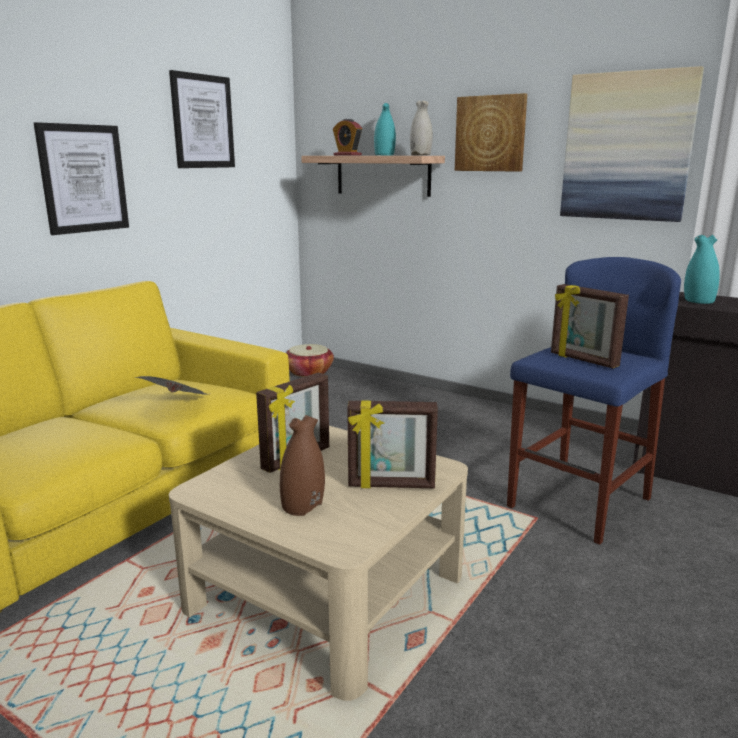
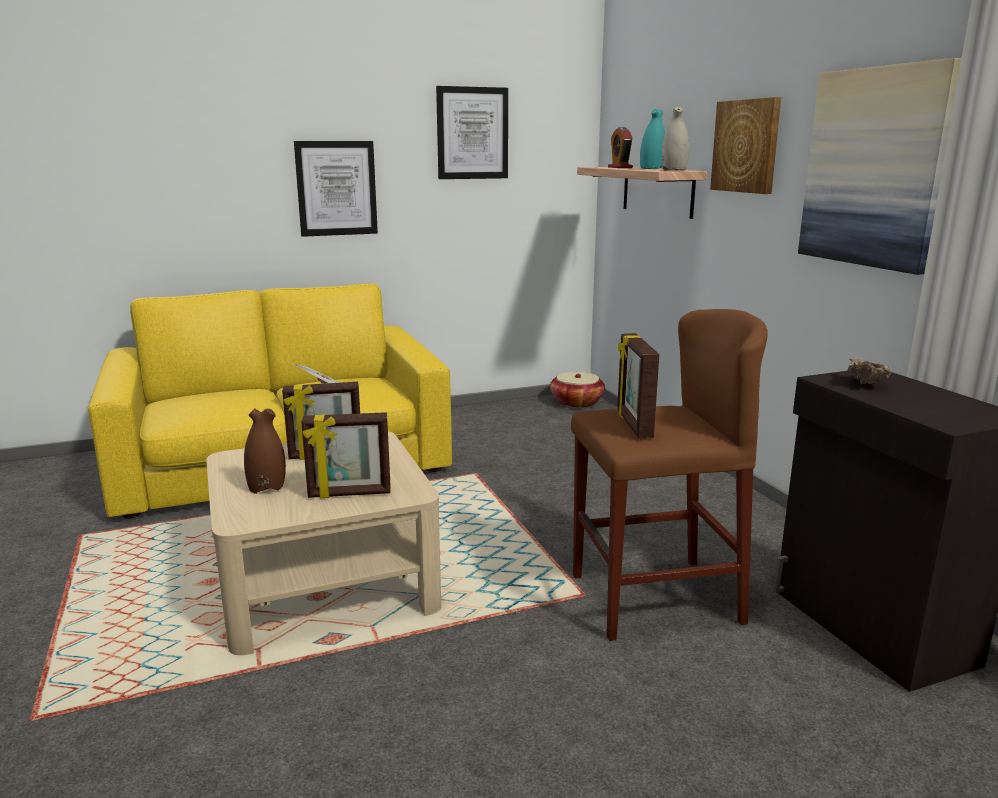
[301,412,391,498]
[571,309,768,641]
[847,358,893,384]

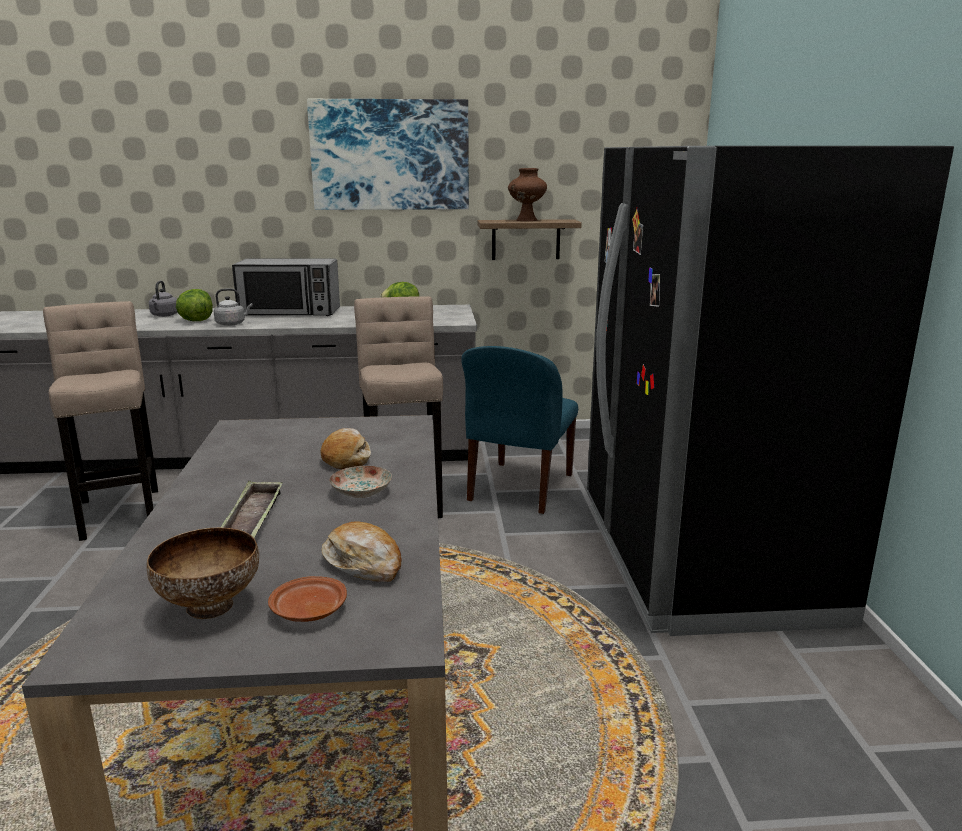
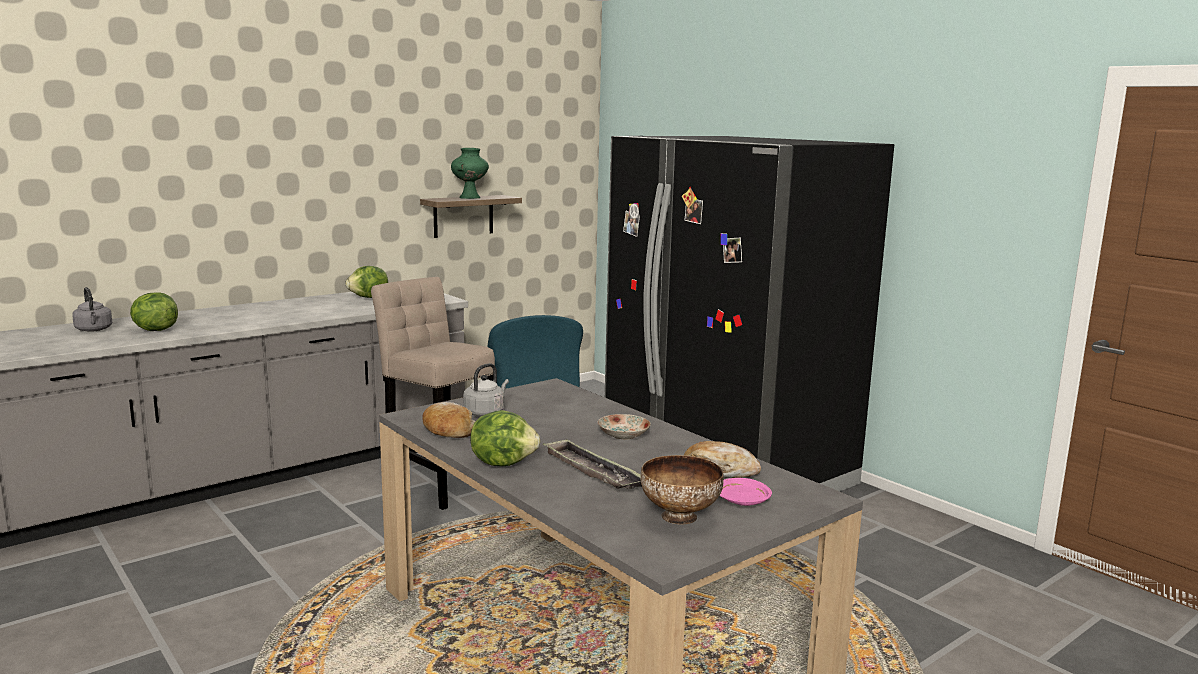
[43,301,158,541] (first image)
[463,363,509,416]
[232,258,340,316] (first image)
[719,478,772,506]
[307,99,469,210] (first image)
[422,402,475,438]
[451,148,489,199]
[470,410,540,466]

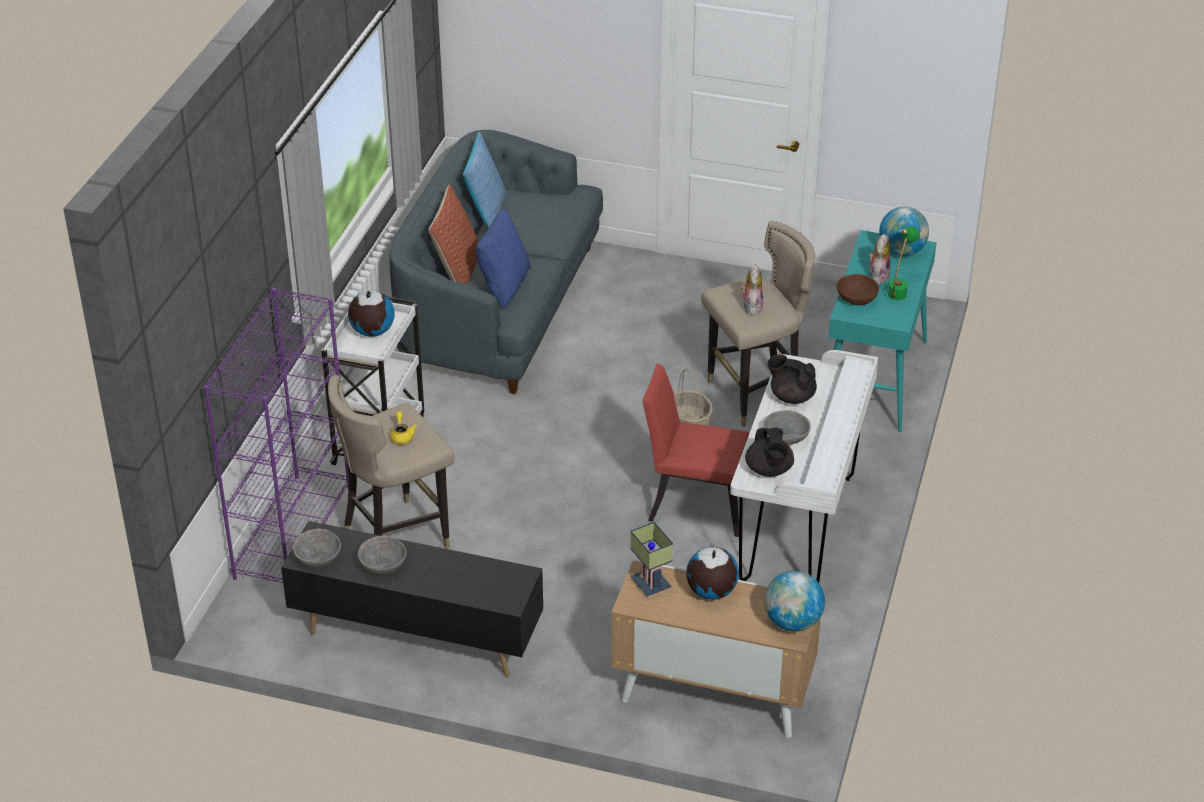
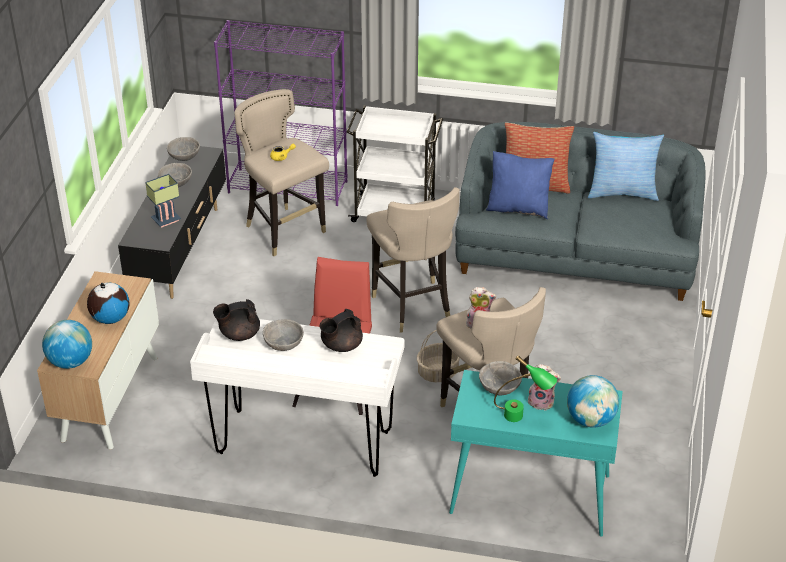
[348,290,395,337] (first image)
[145,174,181,228]
[320,309,363,352]
[479,361,522,395]
[366,187,460,333]

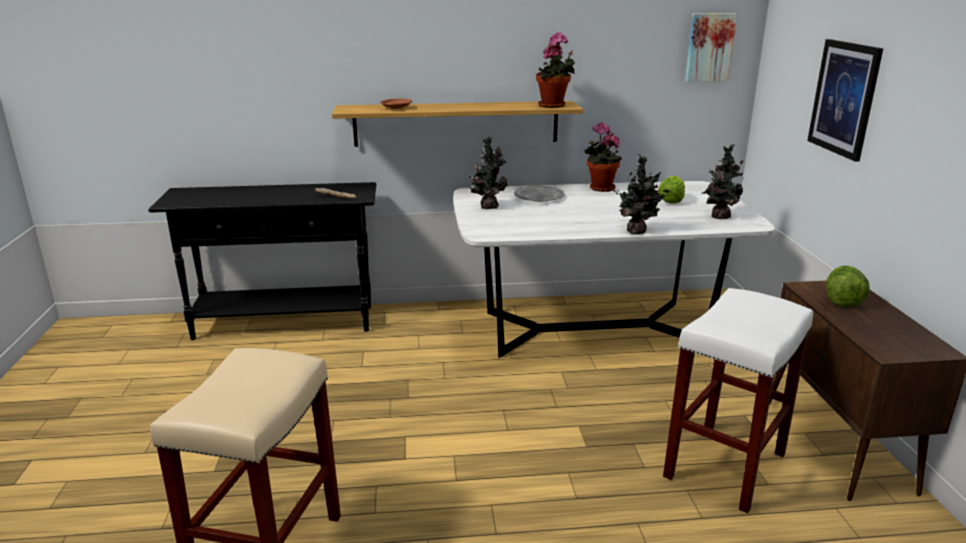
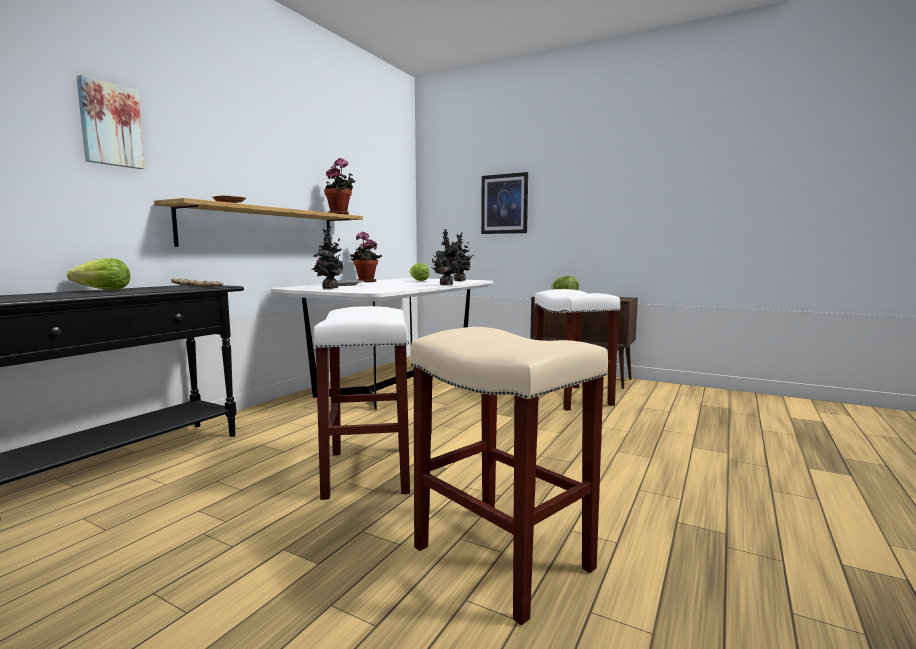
[76,75,145,169]
[67,258,130,290]
[313,306,410,500]

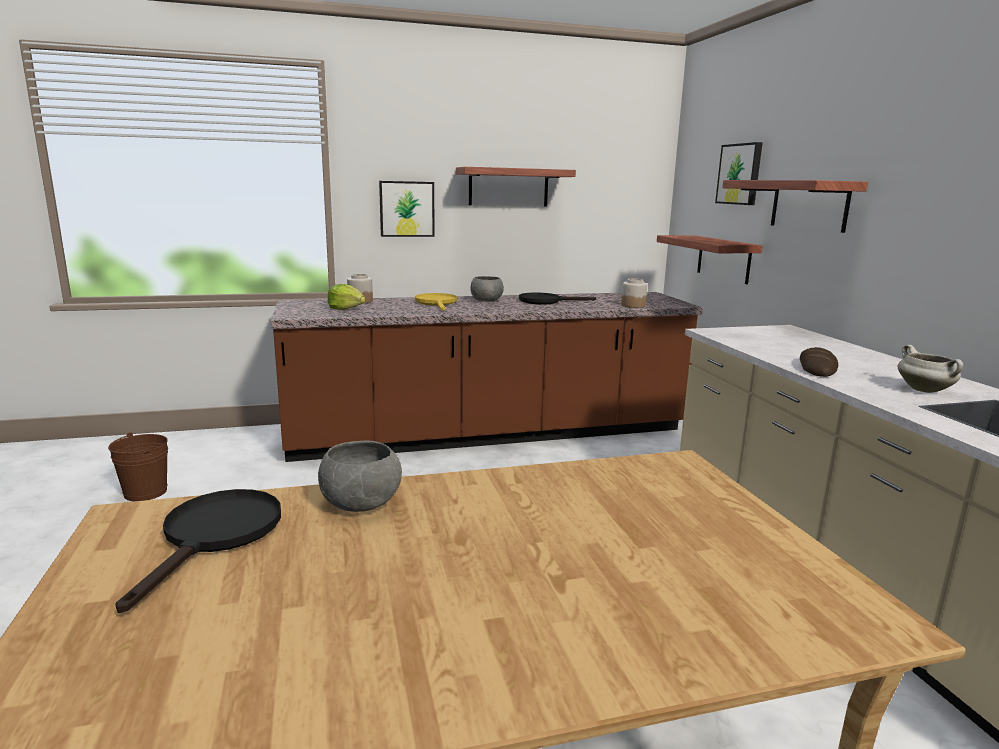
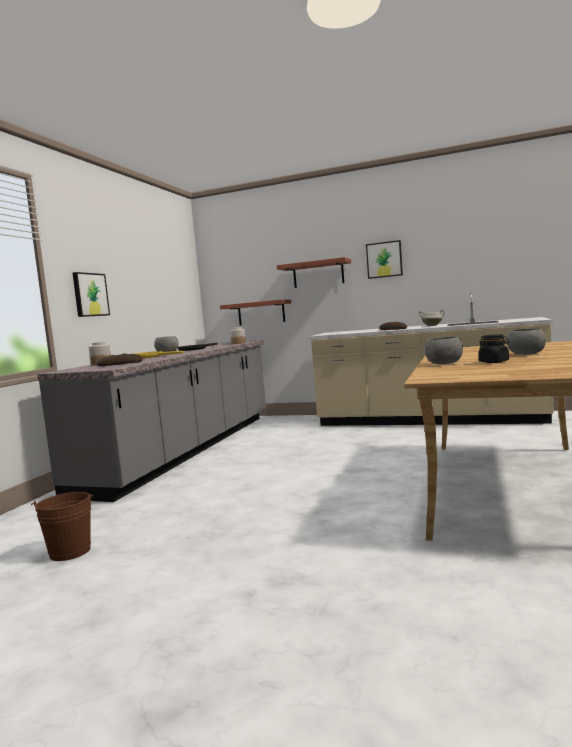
[115,489,281,613] (first image)
[37,340,266,502]
[97,354,143,366]
[456,167,576,206] (first image)
[366,240,403,279]
[479,334,509,363]
[506,328,546,355]

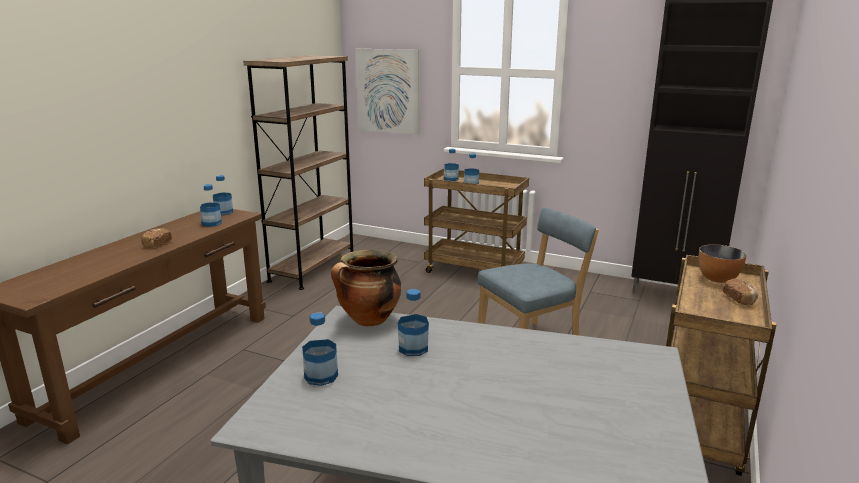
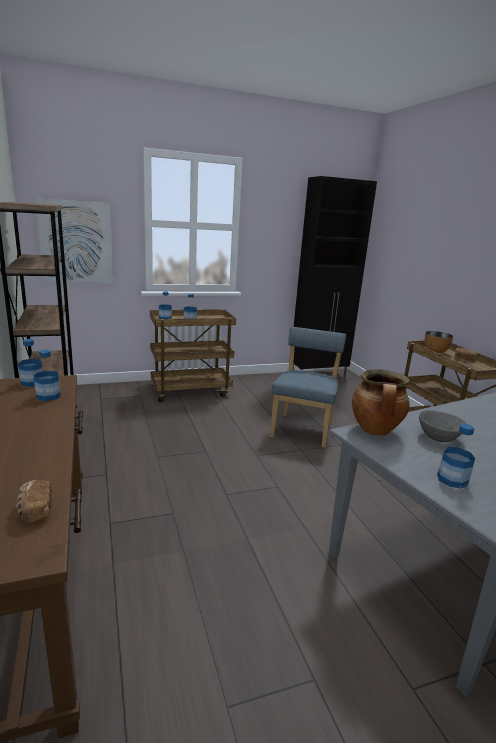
[16,480,51,523]
[419,410,467,442]

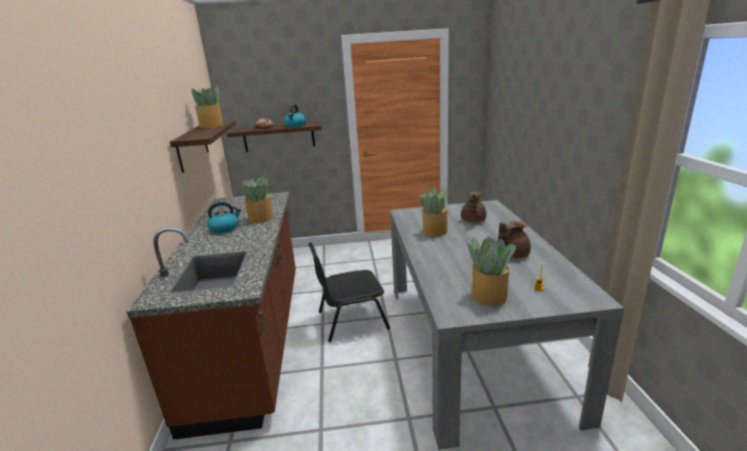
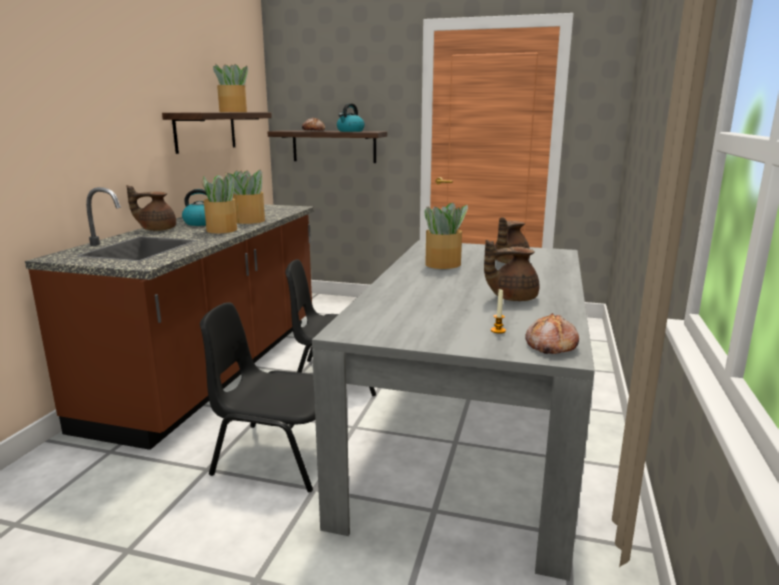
[202,174,237,233]
[127,185,176,231]
[200,302,315,492]
[525,313,579,354]

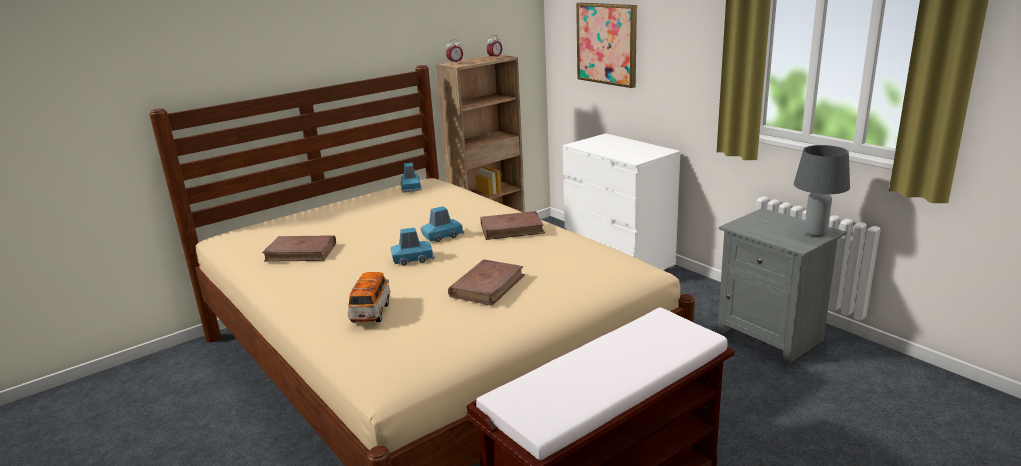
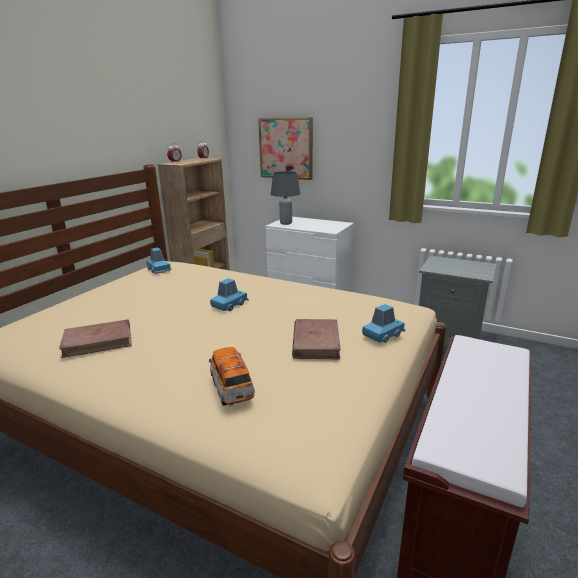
[362,304,405,343]
[480,211,545,240] (first image)
[271,171,300,225]

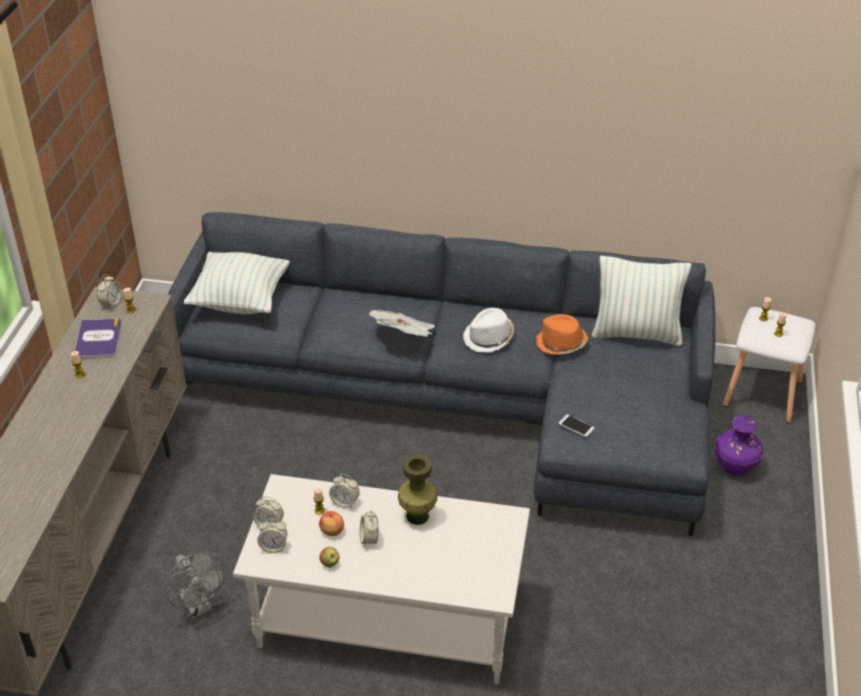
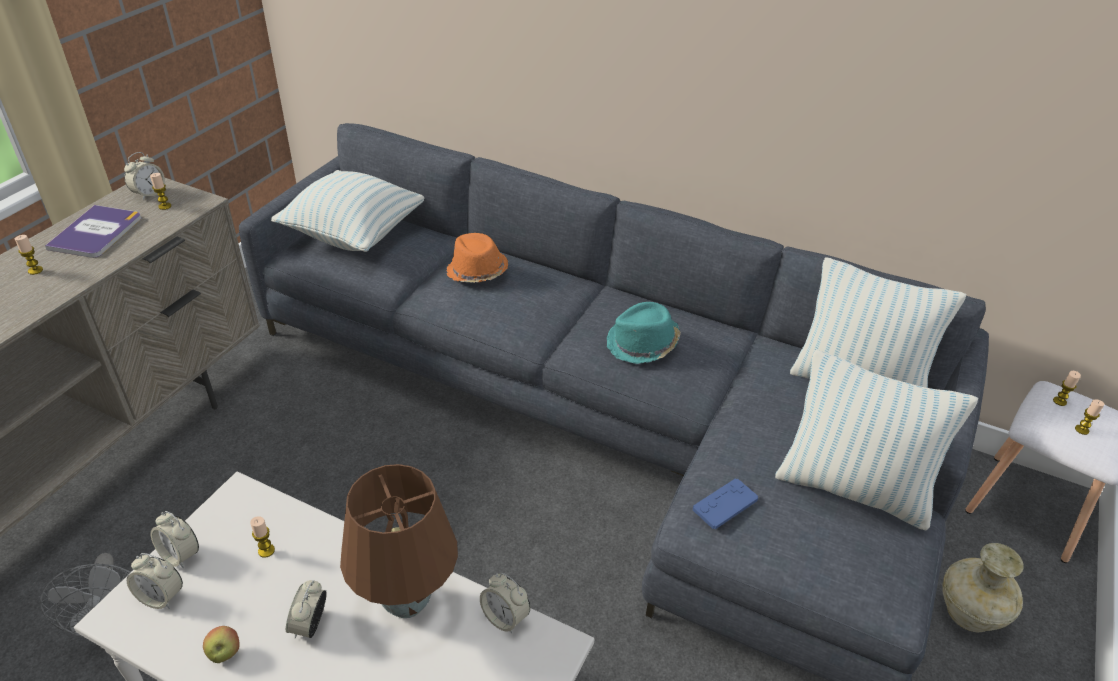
[319,511,344,536] (first image)
[480,573,530,633]
[369,310,435,337] (first image)
[340,464,458,618]
[607,302,681,364]
[447,233,508,283]
[693,478,758,529]
[942,543,1024,632]
[775,350,978,530]

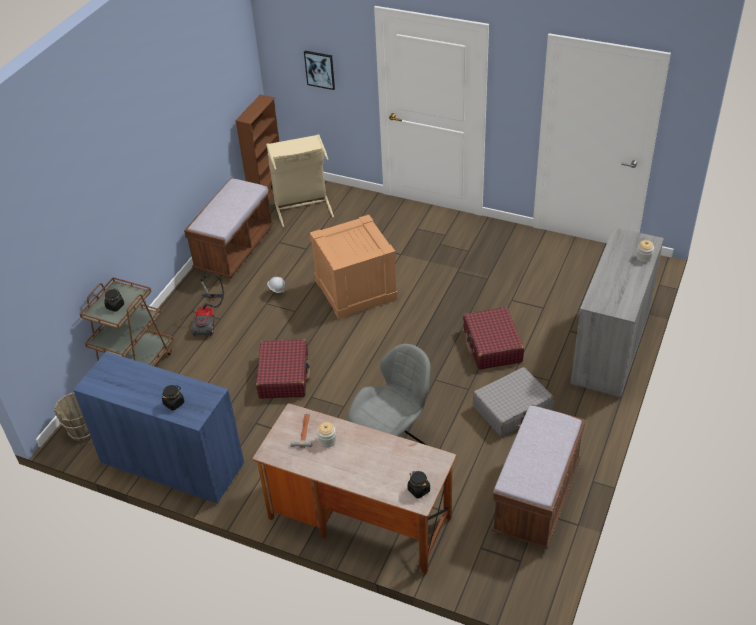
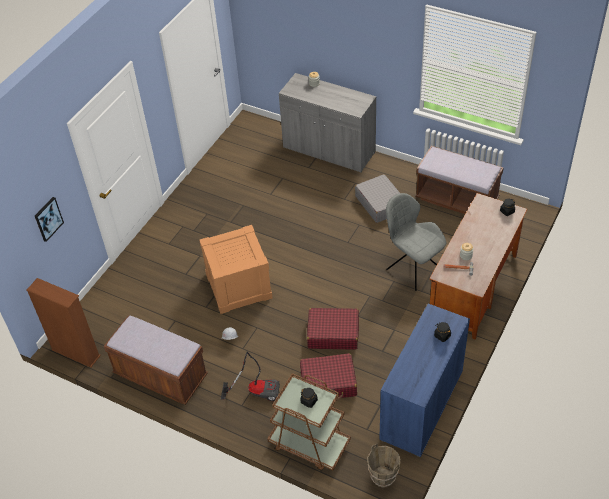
[266,134,334,227] (first image)
[300,353,357,401]

